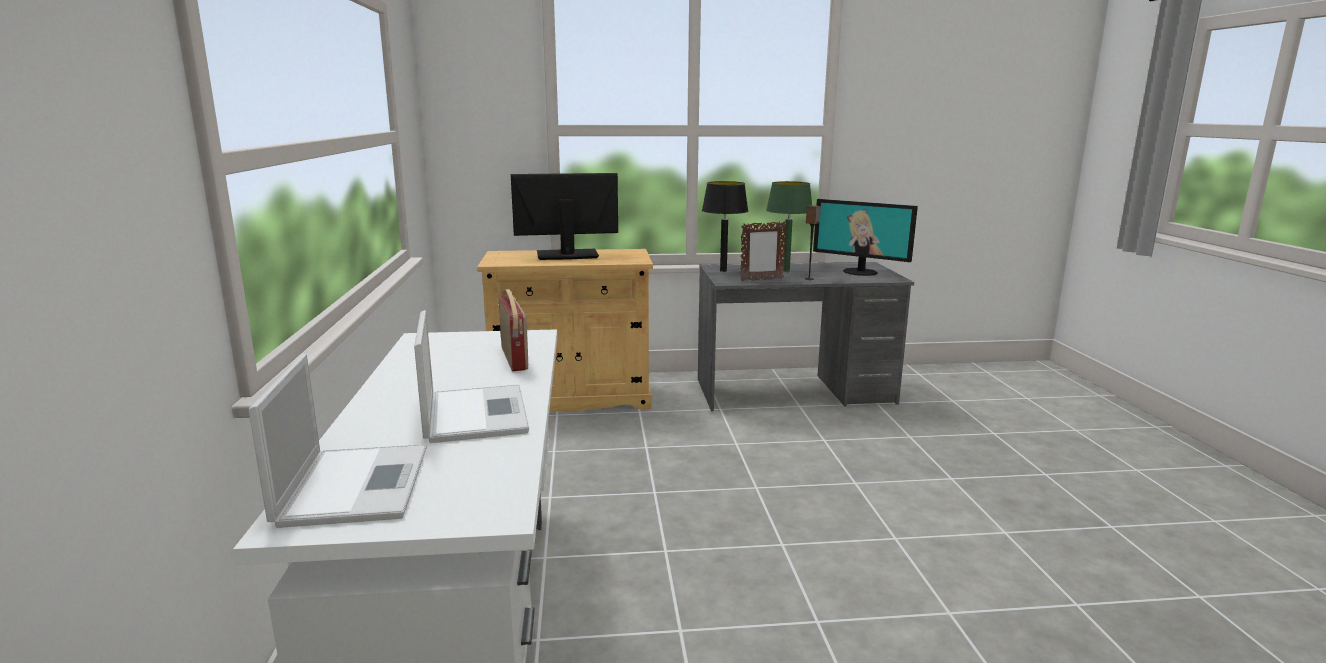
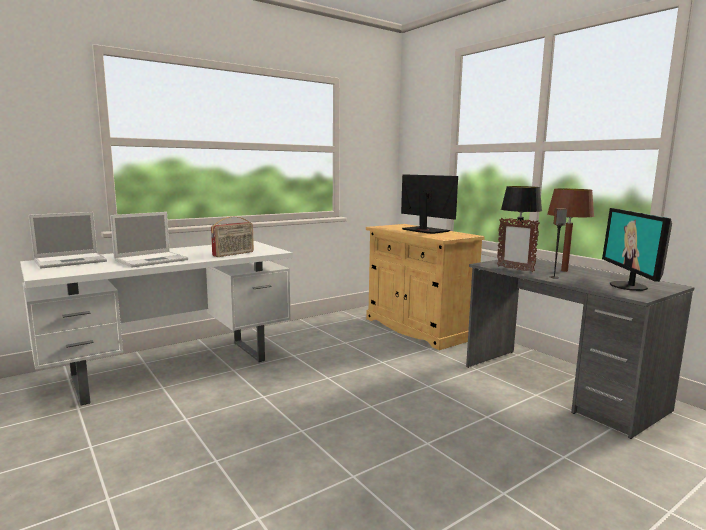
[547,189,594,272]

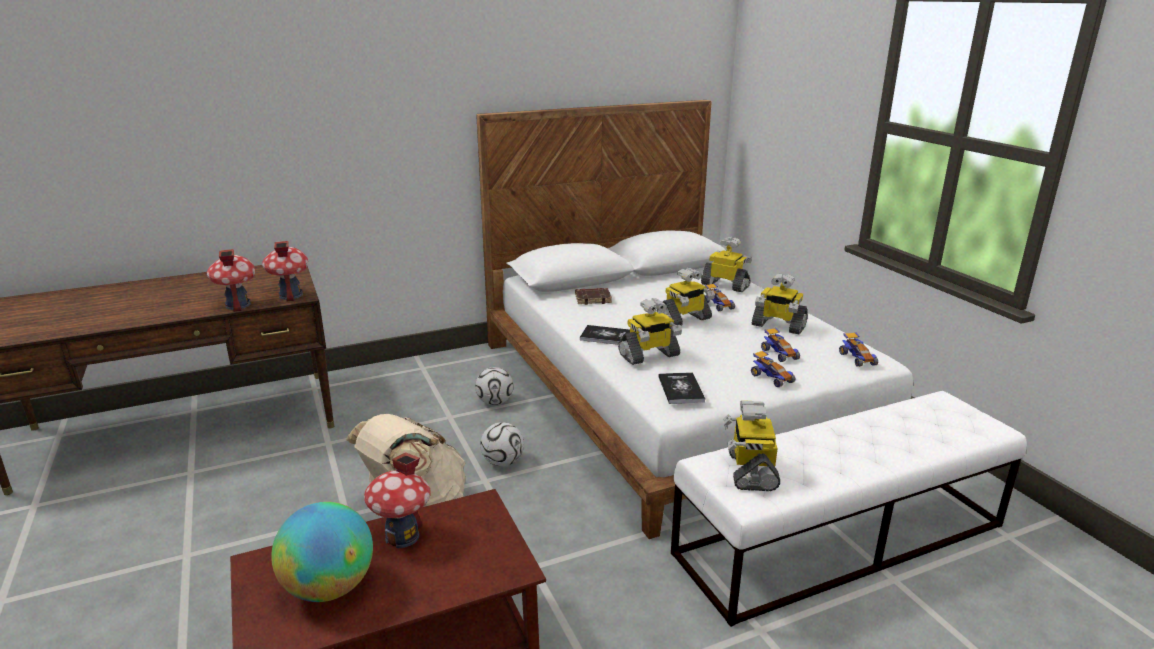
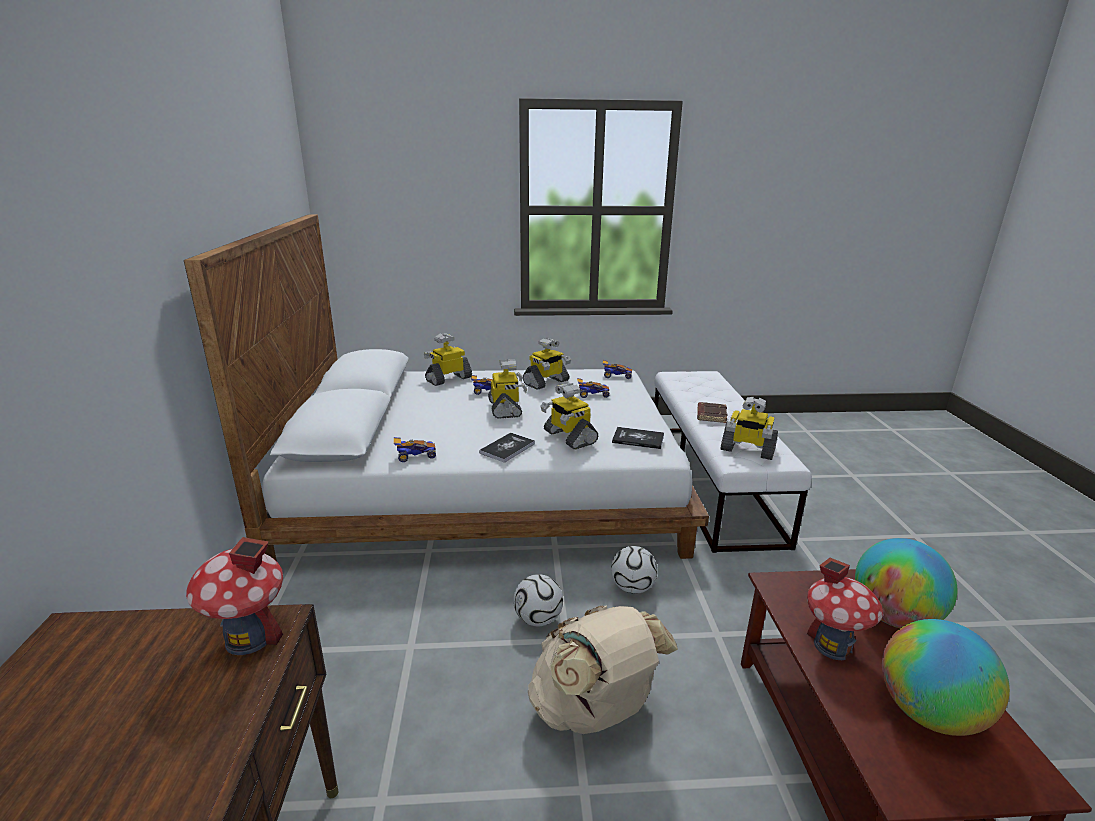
[207,249,255,312] (first image)
[611,546,658,594]
[697,402,727,423]
[540,383,598,450]
[394,437,436,462]
[855,538,957,628]

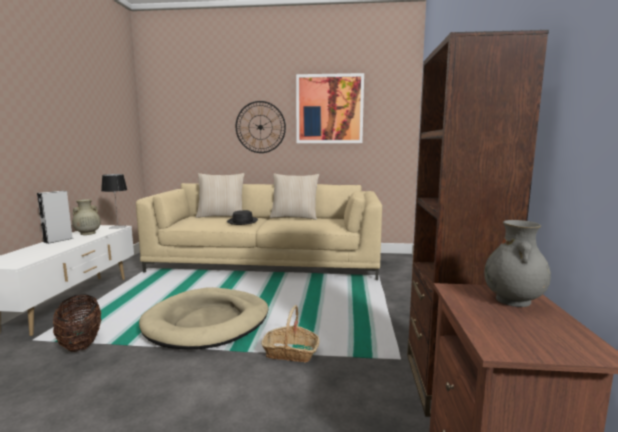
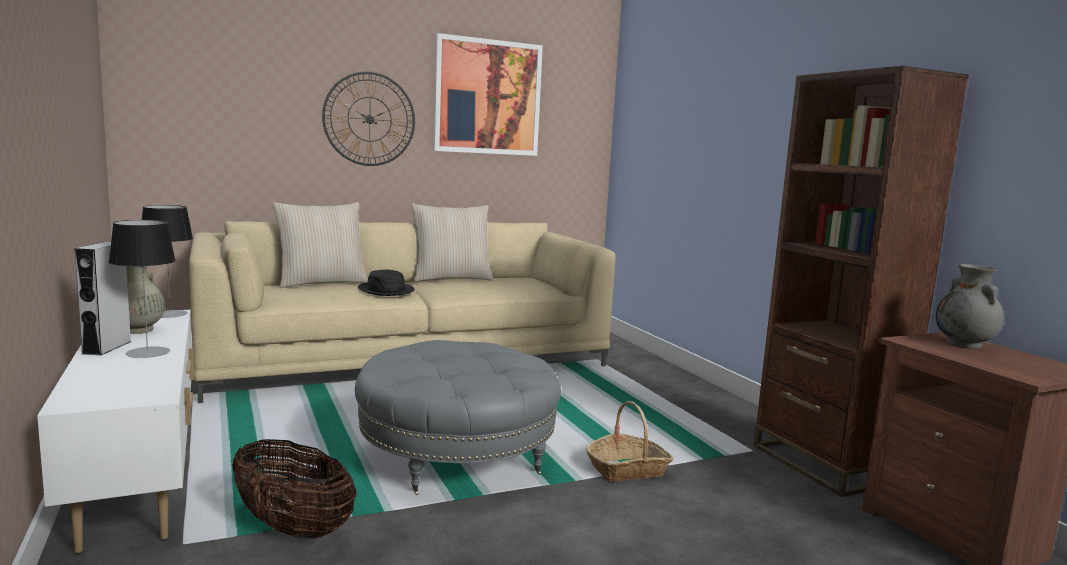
[355,340,561,495]
[109,220,176,358]

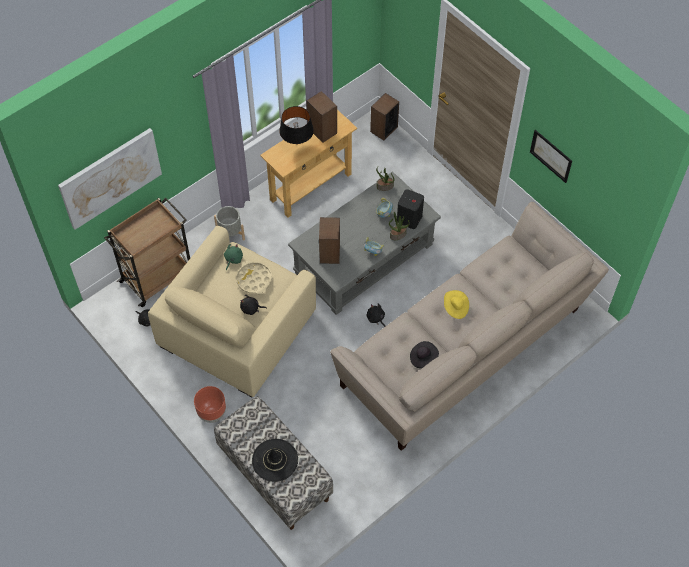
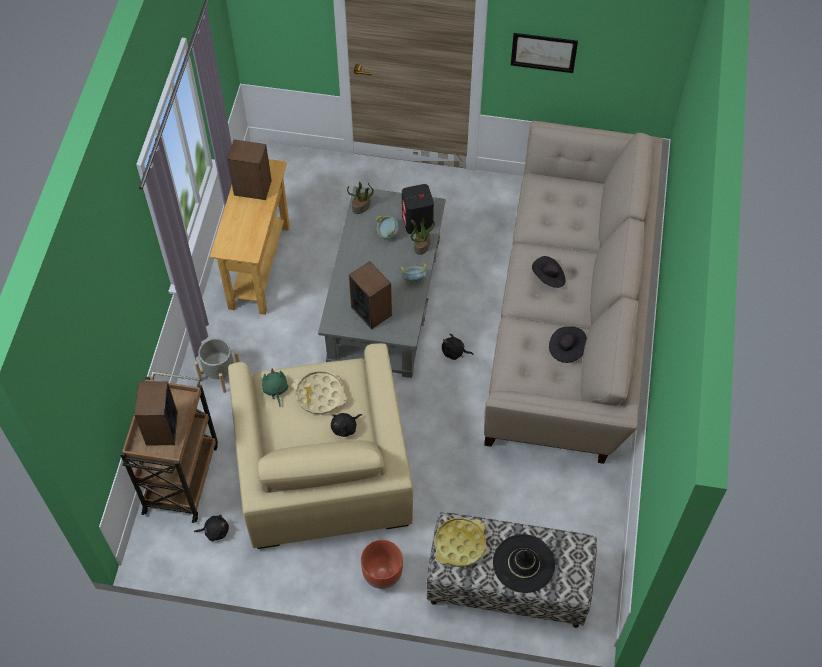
[58,128,162,230] (first image)
[279,106,314,145] (first image)
[134,381,178,445]
[532,256,565,288]
[434,518,486,567]

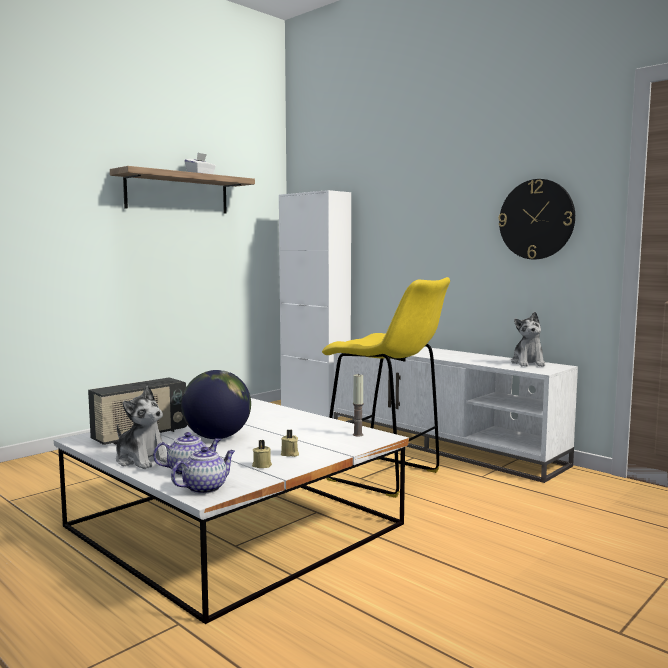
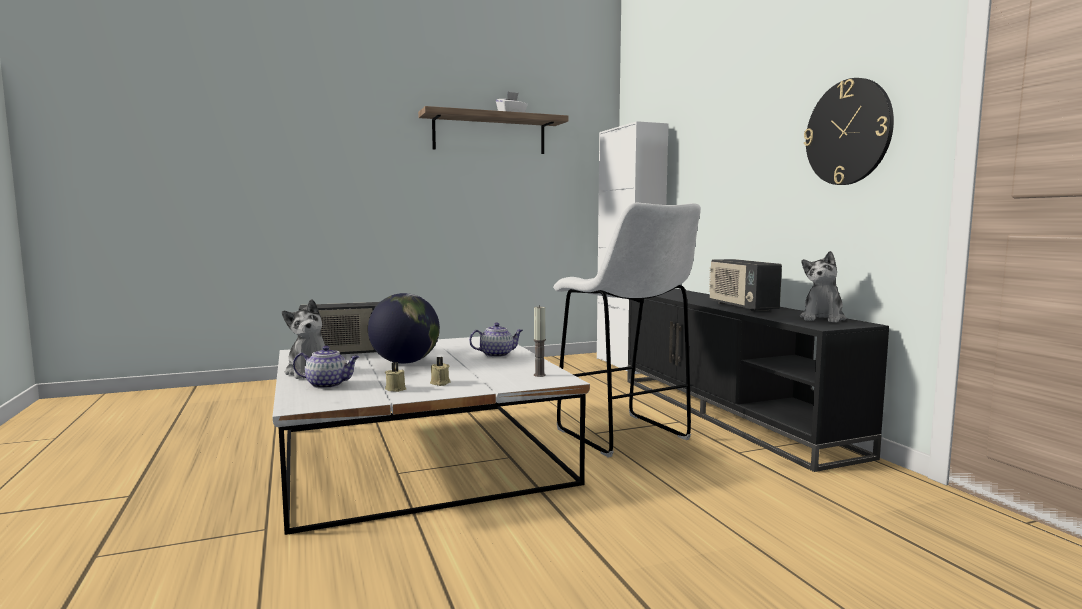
[469,323,523,357]
[553,203,701,458]
[627,289,889,472]
[709,259,782,311]

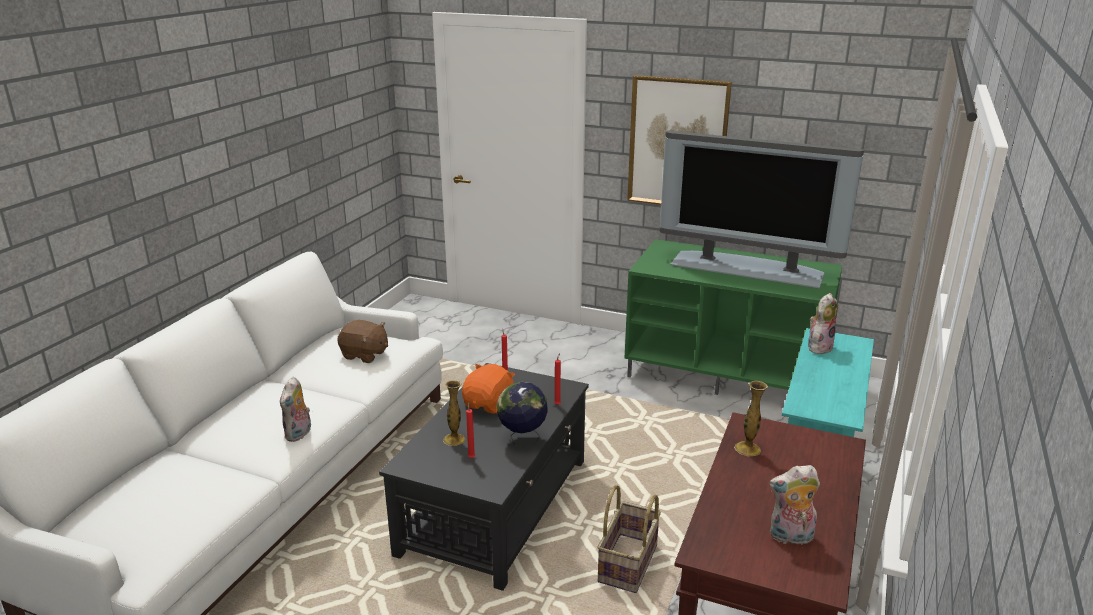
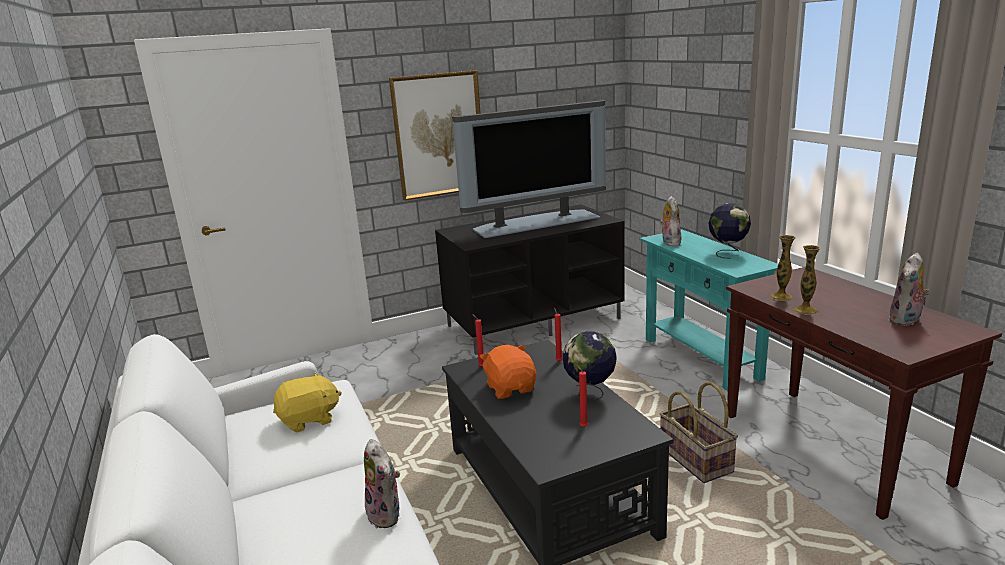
[273,372,342,432]
[793,245,821,315]
[435,205,625,355]
[708,203,751,259]

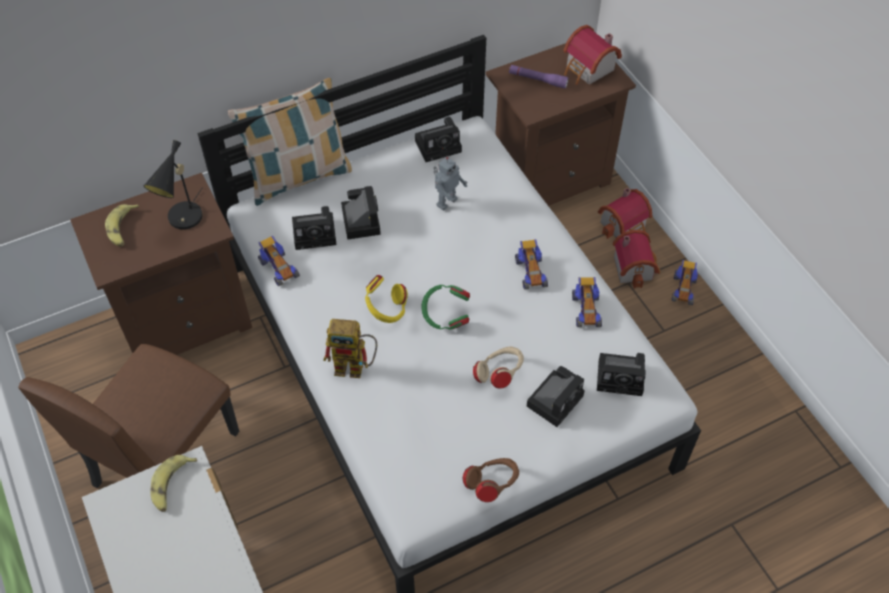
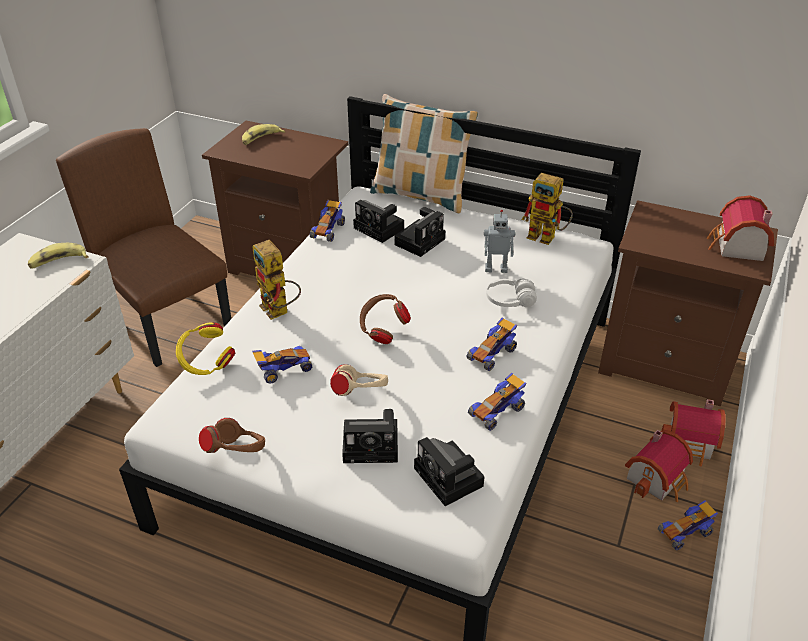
[56,128,231,367]
[143,140,202,229] (first image)
[176,322,235,375]
[521,173,573,245]
[360,294,411,344]
[509,65,569,89] (first image)
[252,346,312,384]
[486,279,537,307]

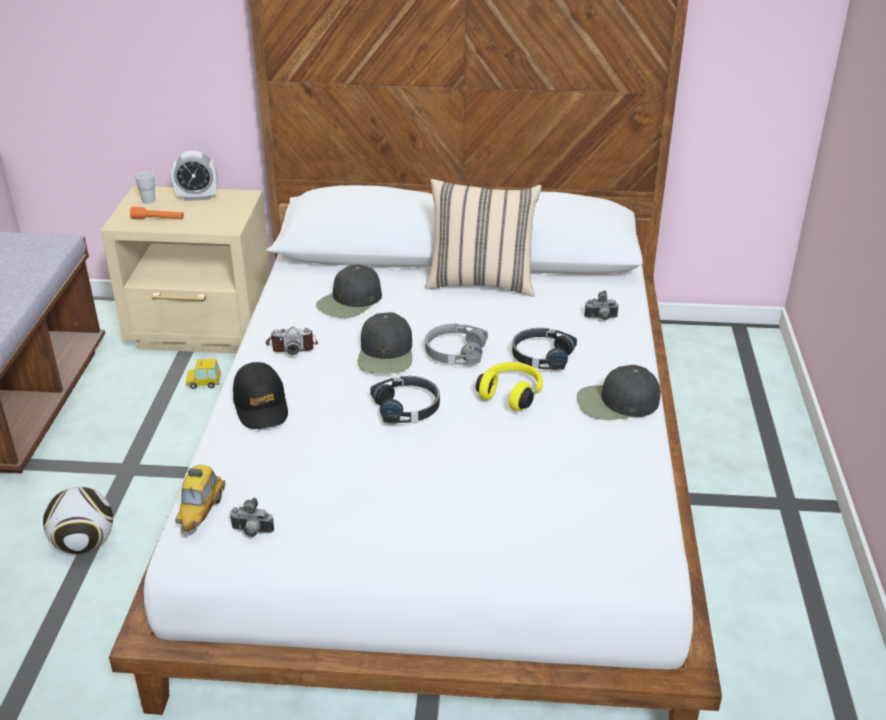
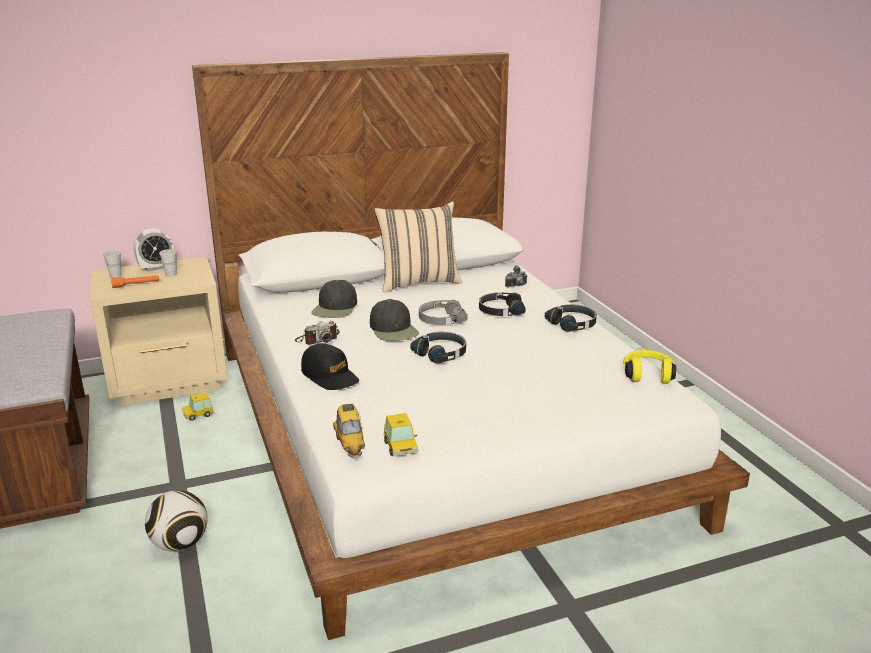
[384,413,418,456]
[623,350,676,384]
[545,305,597,332]
[159,249,177,277]

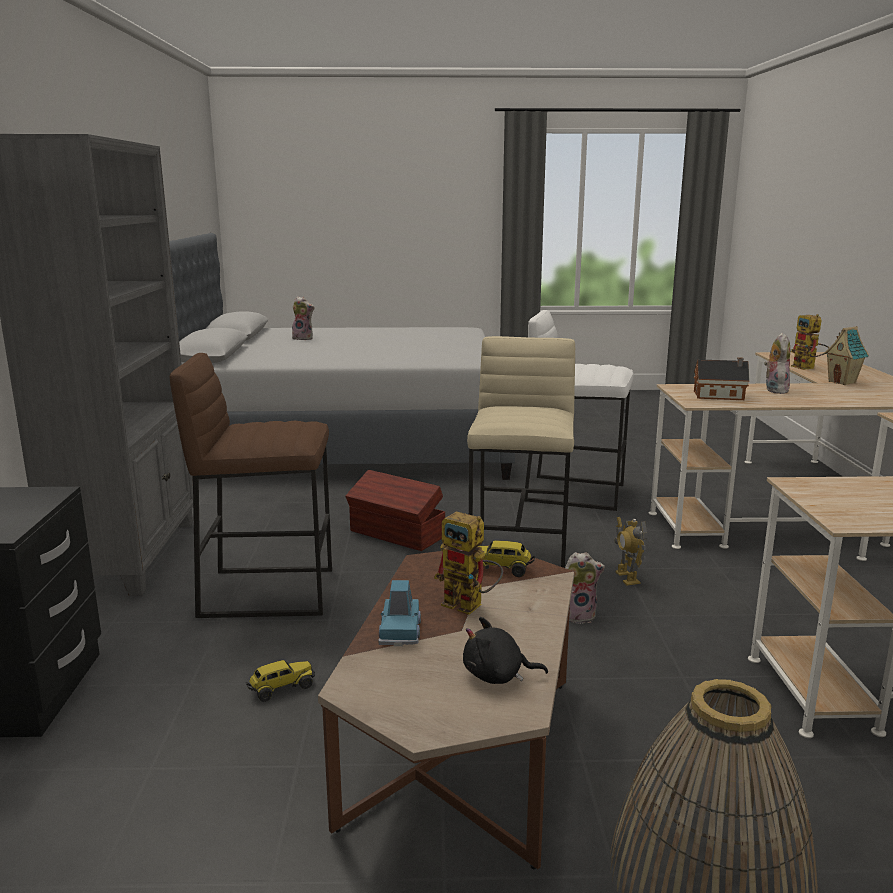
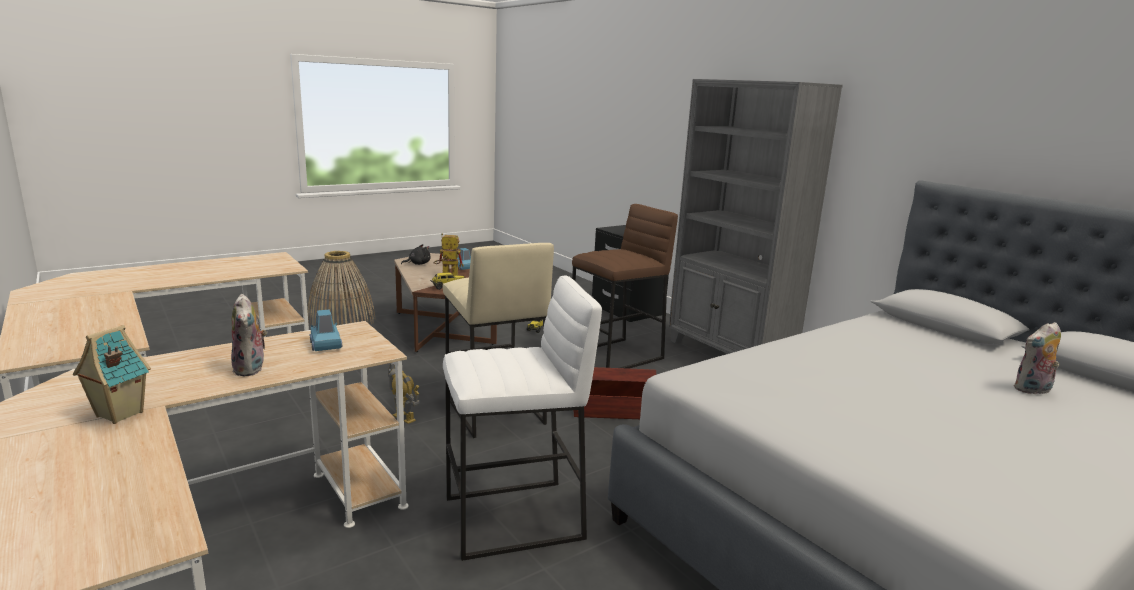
[565,552,605,624] (first image)
[309,310,342,351]
[791,314,829,370] (first image)

